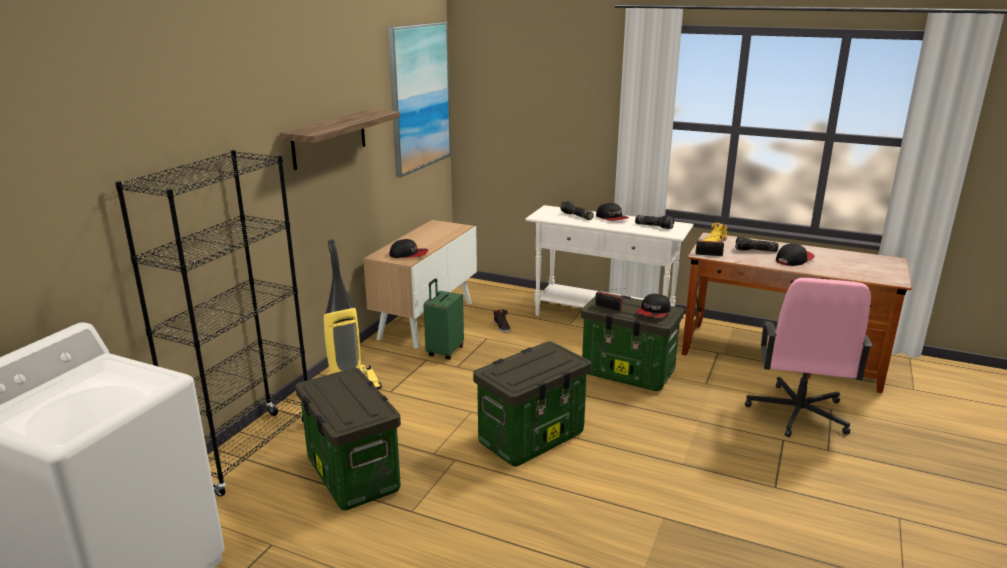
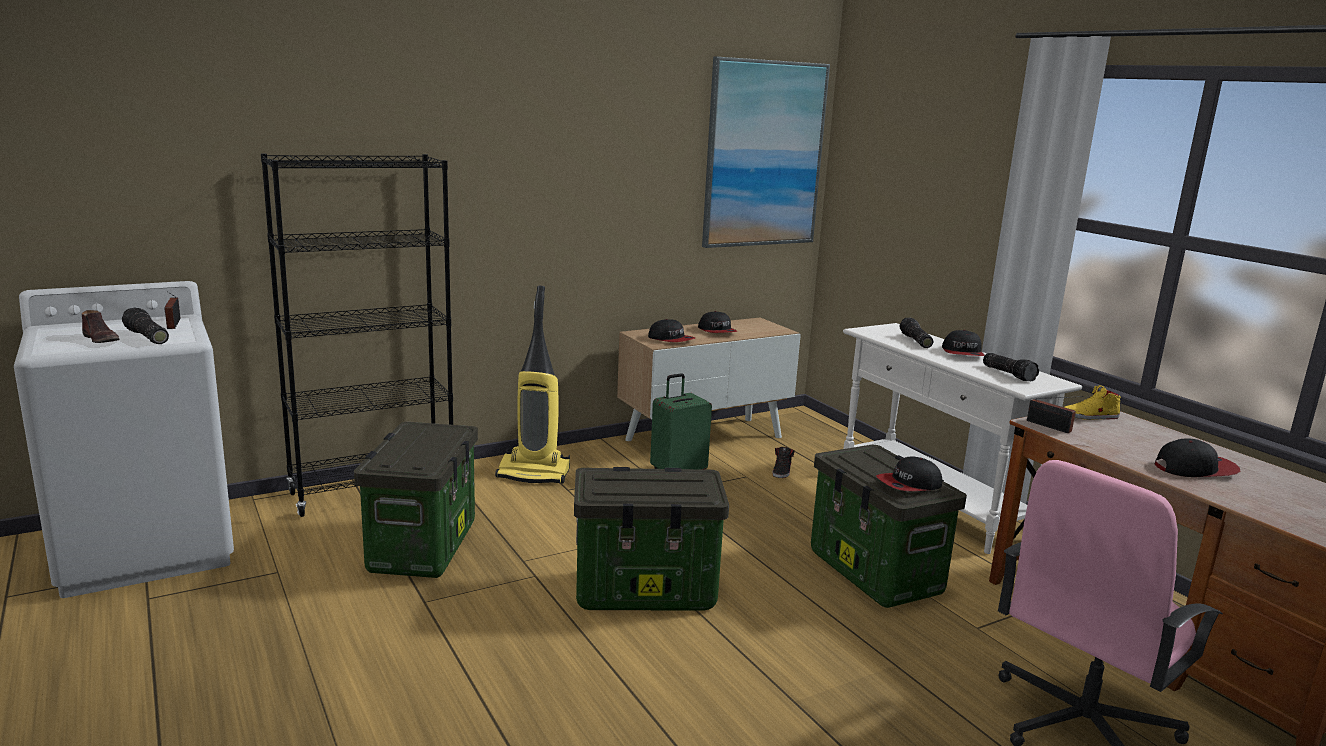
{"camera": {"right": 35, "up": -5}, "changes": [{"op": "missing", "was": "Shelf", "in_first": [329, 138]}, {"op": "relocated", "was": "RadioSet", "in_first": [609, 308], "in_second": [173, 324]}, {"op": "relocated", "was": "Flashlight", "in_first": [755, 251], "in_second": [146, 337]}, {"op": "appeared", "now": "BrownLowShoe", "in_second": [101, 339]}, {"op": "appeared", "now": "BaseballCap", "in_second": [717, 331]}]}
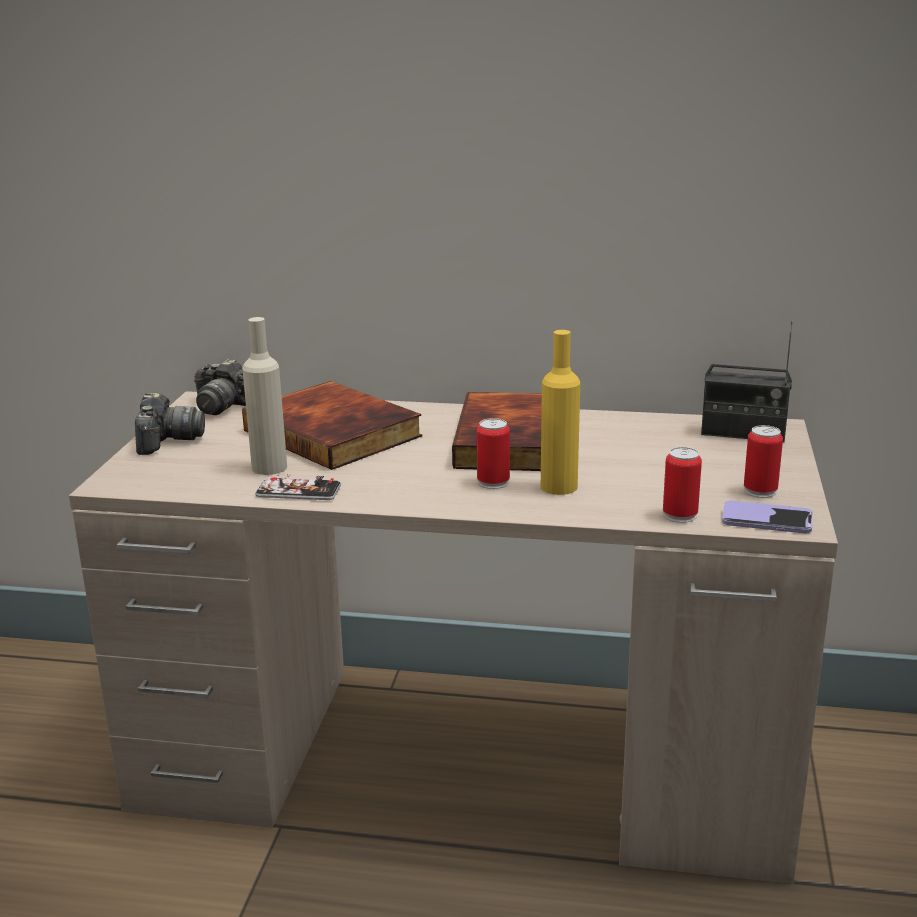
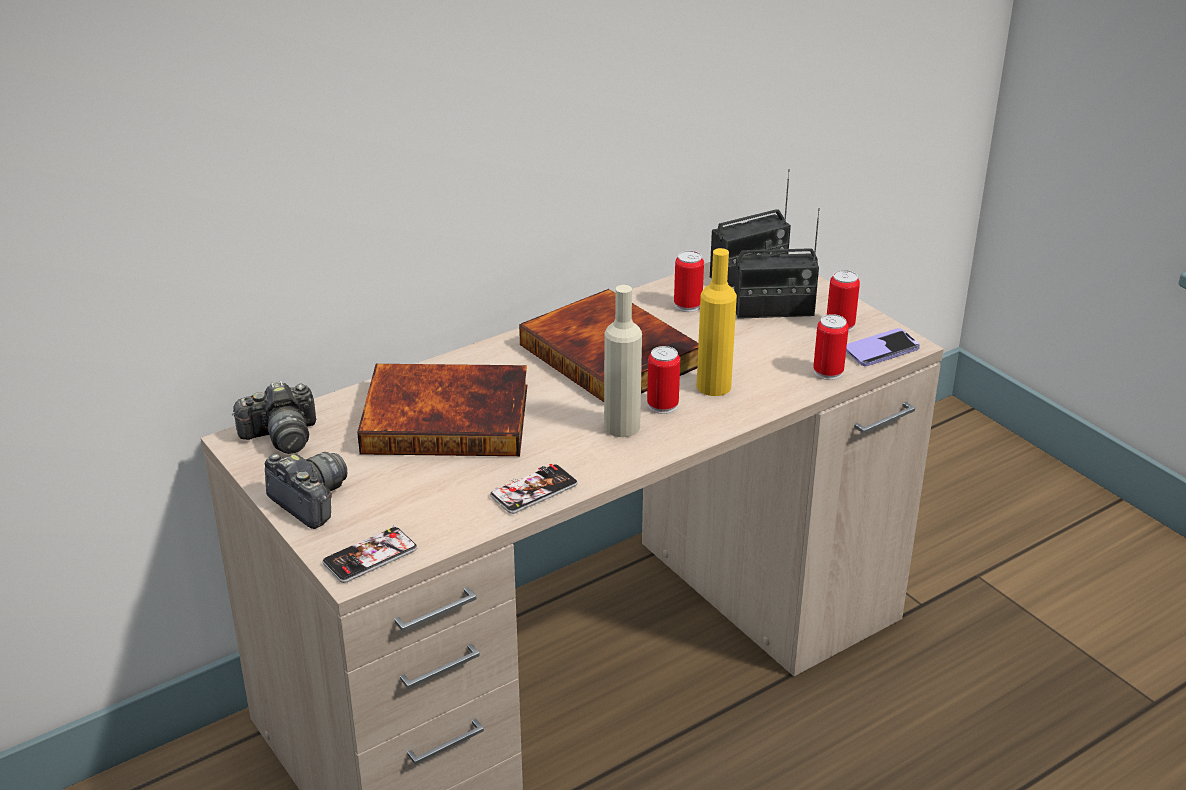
{"camera": {"right": -45, "up": 10}, "changes": [{"op": "relocated", "was": "BeigeColouredBottle", "in_first": [269, 467], "in_second": [622, 426]}, {"op": "appeared", "now": "Telephone", "in_second": [370, 556]}, {"op": "appeared", "now": "Can", "in_second": [687, 305]}, {"op": "appeared", "now": "RadioSet", "in_second": [773, 310]}]}
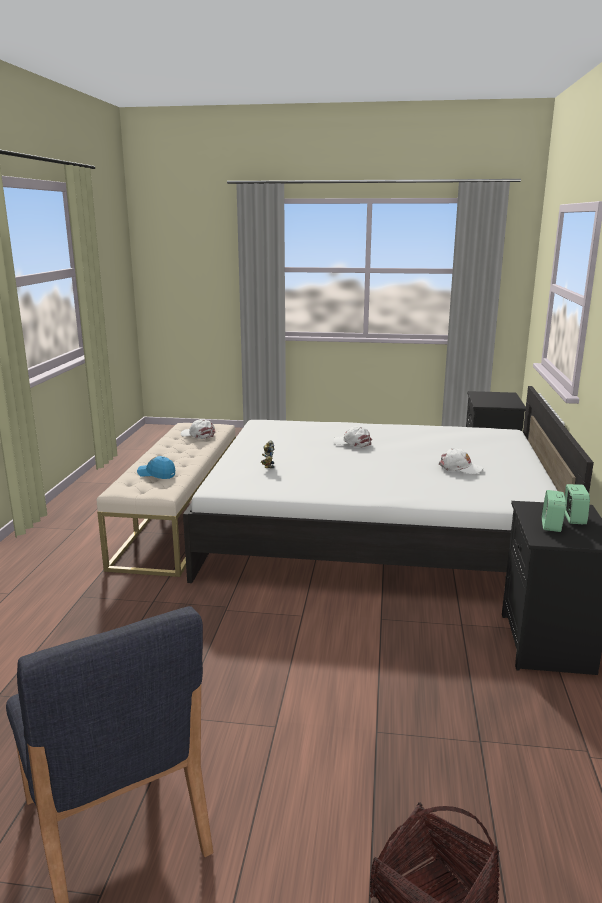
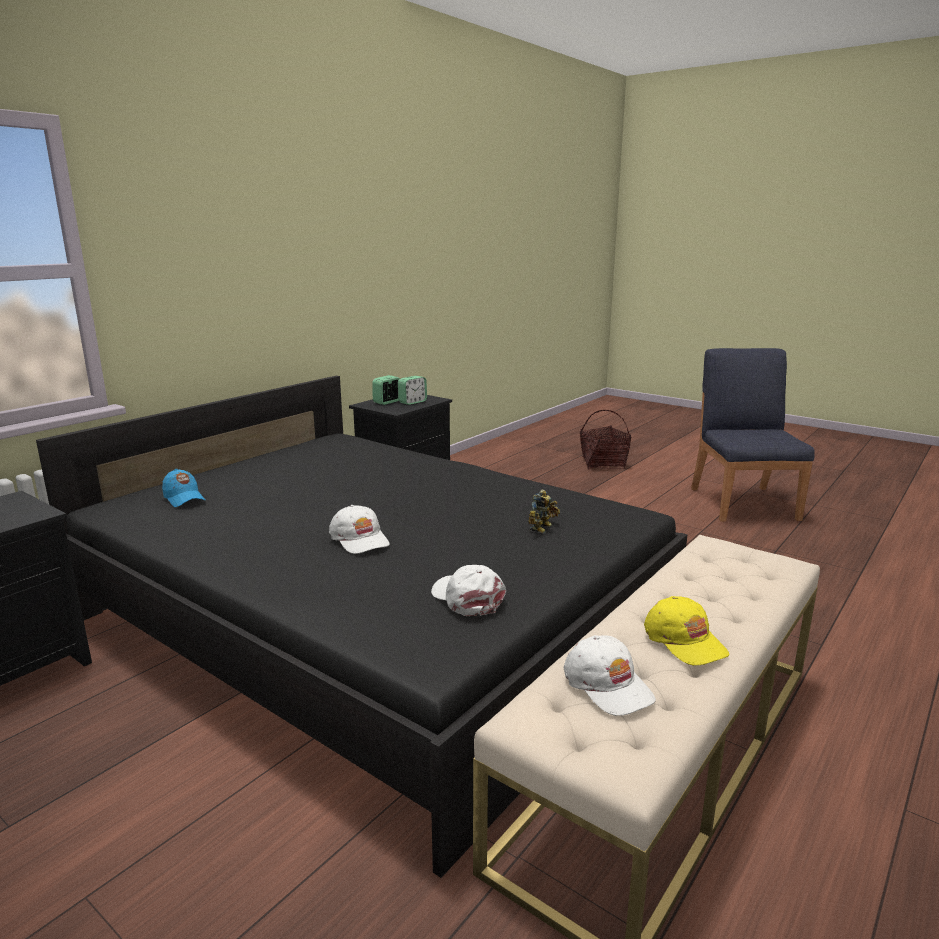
{"camera": {"right": -150, "up": 0}, "changes": [{"op": "relocated", "was": "BlueColouredBaseballCap", "in_first": [156, 474], "in_second": [184, 498]}, {"op": "colour", "was": "WhitishBedroomBed", "now": "BlackColouredBedroomBed", "in_first": [377, 532], "in_second": [373, 623]}, {"op": "relocated", "was": "WhitishBaseballCap", "in_first": [460, 468], "in_second": [467, 598]}, {"op": "appeared", "now": "YellowishBaseballCap", "in_second": [684, 640]}]}
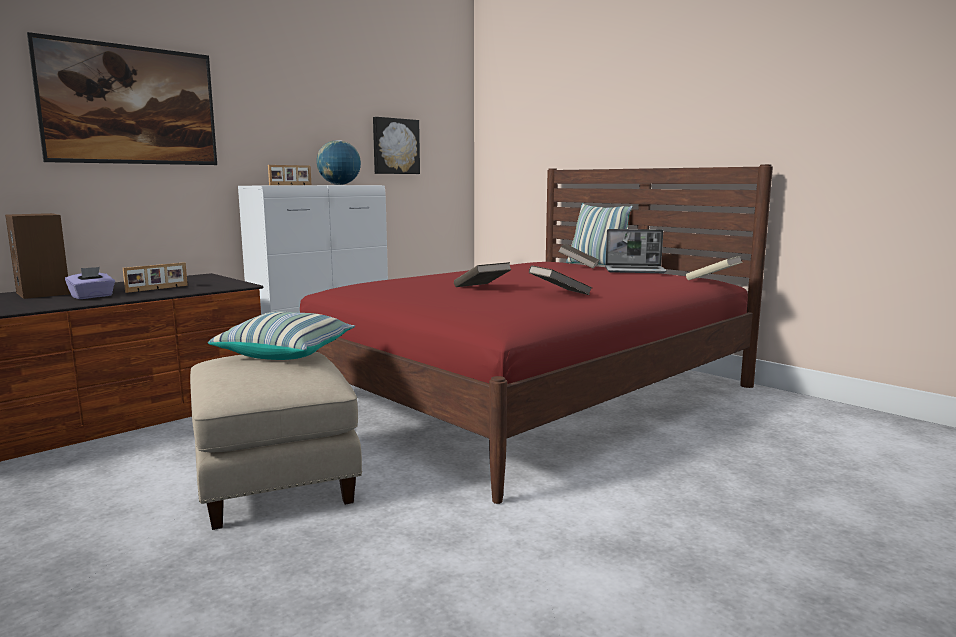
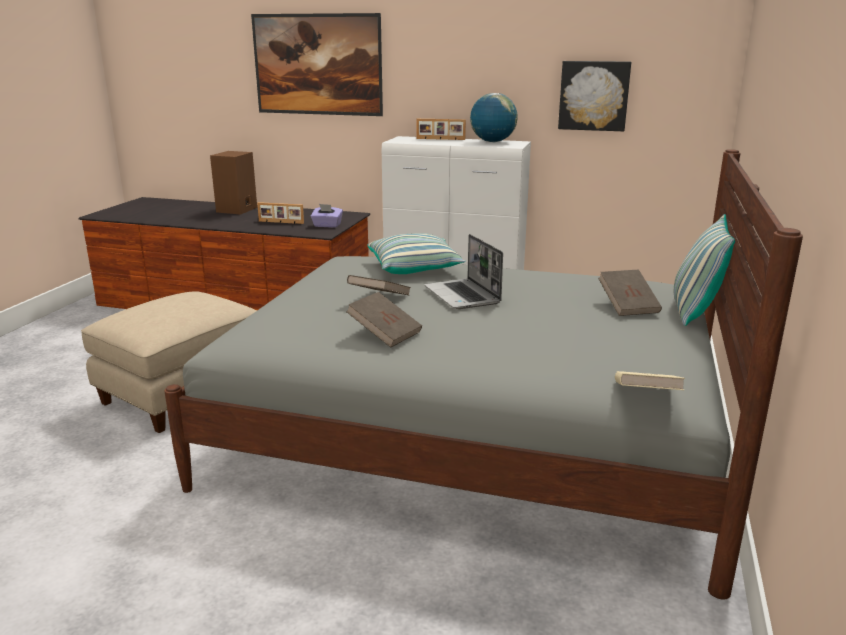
{"camera": {"right": 60, "up": 10}, "changes": [{"op": "relocated", "was": "PurpleTissueHolder", "in_first": [92, 296], "in_second": [327, 225]}, {"op": "relocated", "was": "Pillow", "in_first": [286, 353], "in_second": [415, 268]}, {"op": "colour", "was": "RedColouredBedroomBed", "now": "GreyishBedroomBed", "in_first": [531, 395], "in_second": [470, 436]}, {"op": "relocated", "was": "PortableComputer", "in_first": [635, 271], "in_second": [463, 296]}]}
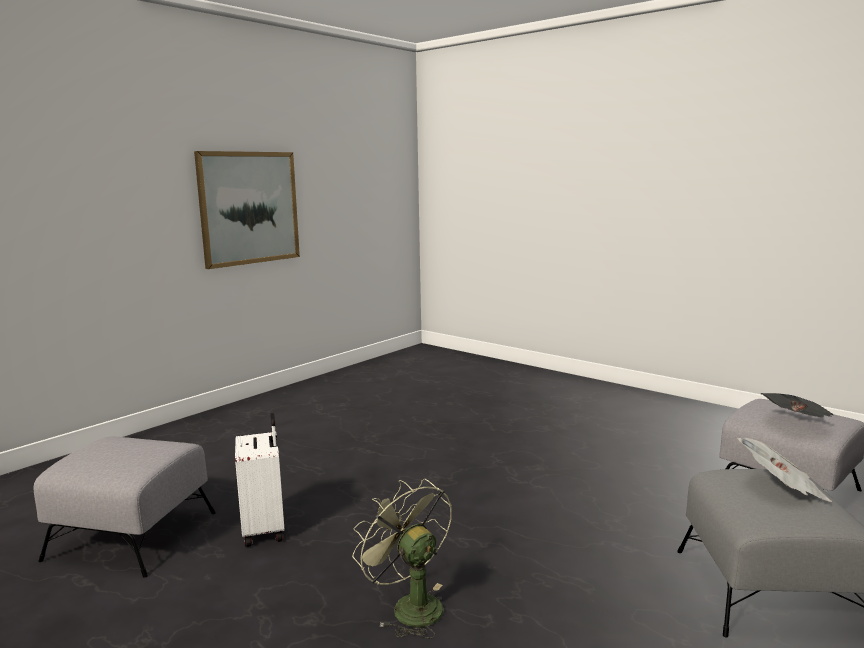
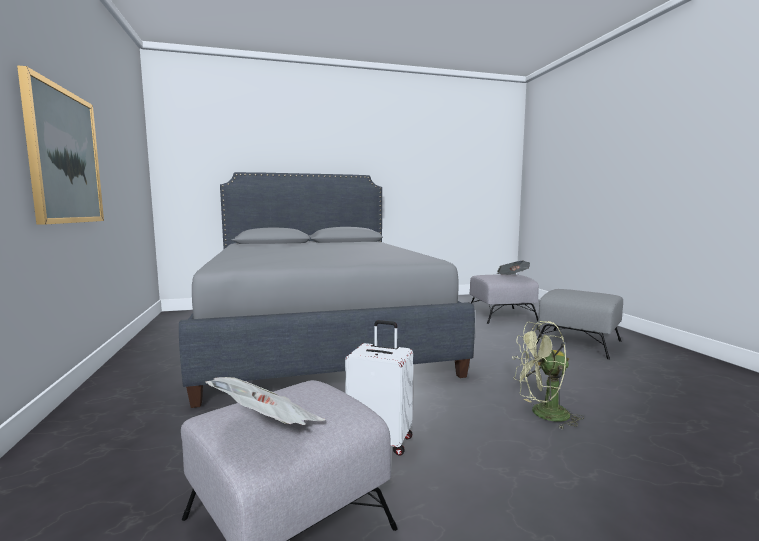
{"camera": {"right": -55, "up": -5}, "changes": [{"op": "relocated", "was": "PrintedPaper", "in_first": [781, 489], "in_second": [269, 428]}, {"op": "appeared", "now": "GreyishBedroomBed", "in_second": [319, 334]}]}
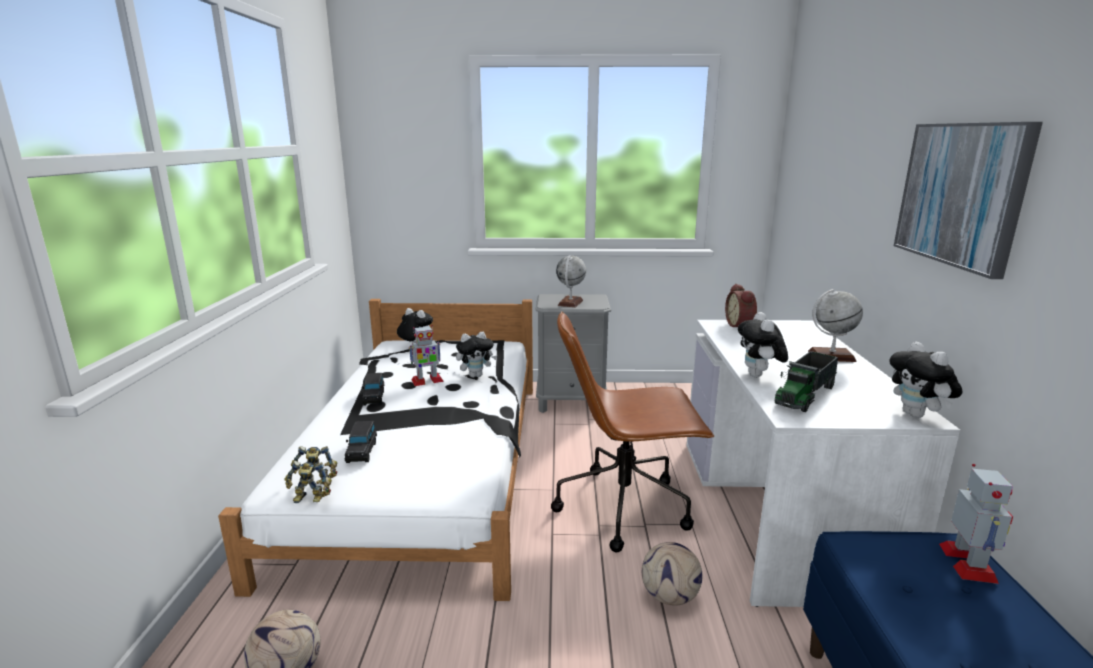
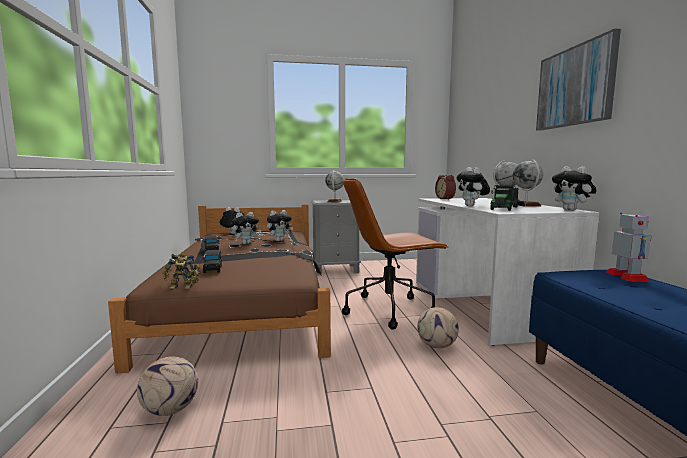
{"camera": {"right": -10, "up": -10}, "changes": [{"op": "colour", "was": "WhitishBedroomBed", "now": "BrownBedroomBed", "in_first": [426, 464], "in_second": [247, 300]}, {"op": "exchanged", "was": "RobotFigure", "now": "PlushToy", "in_first": [427, 381], "in_second": [246, 243]}, {"op": "appeared", "now": "WorldGlobe", "in_second": [525, 205]}]}
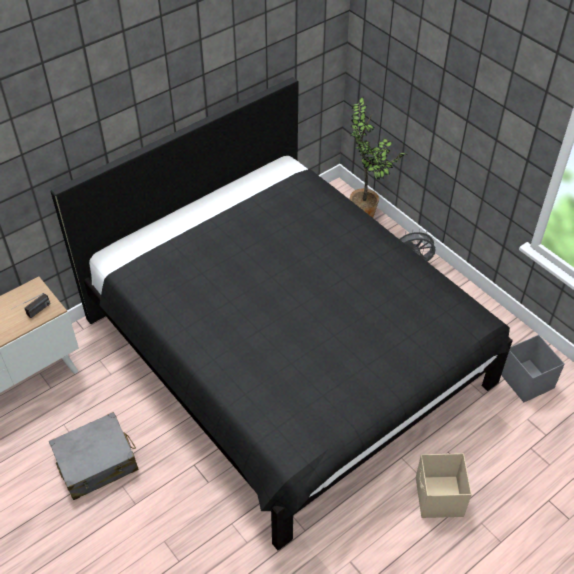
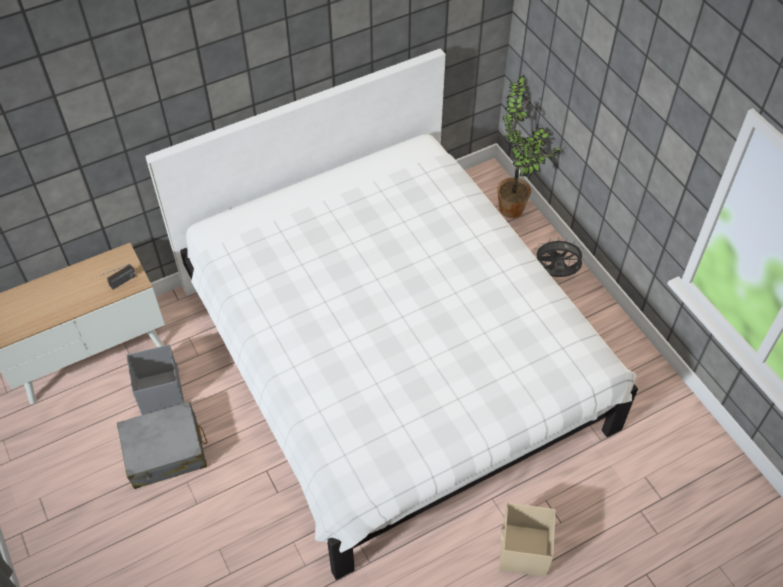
{"camera": {"right": 10, "up": 5}, "changes": [{"op": "colour", "was": "BlackColouredBedroomBed", "now": "WhitishBedroomBed", "in_first": [286, 352], "in_second": [391, 358]}, {"op": "relocated", "was": "GreyishStorageBin", "in_first": [526, 380], "in_second": [160, 392]}]}
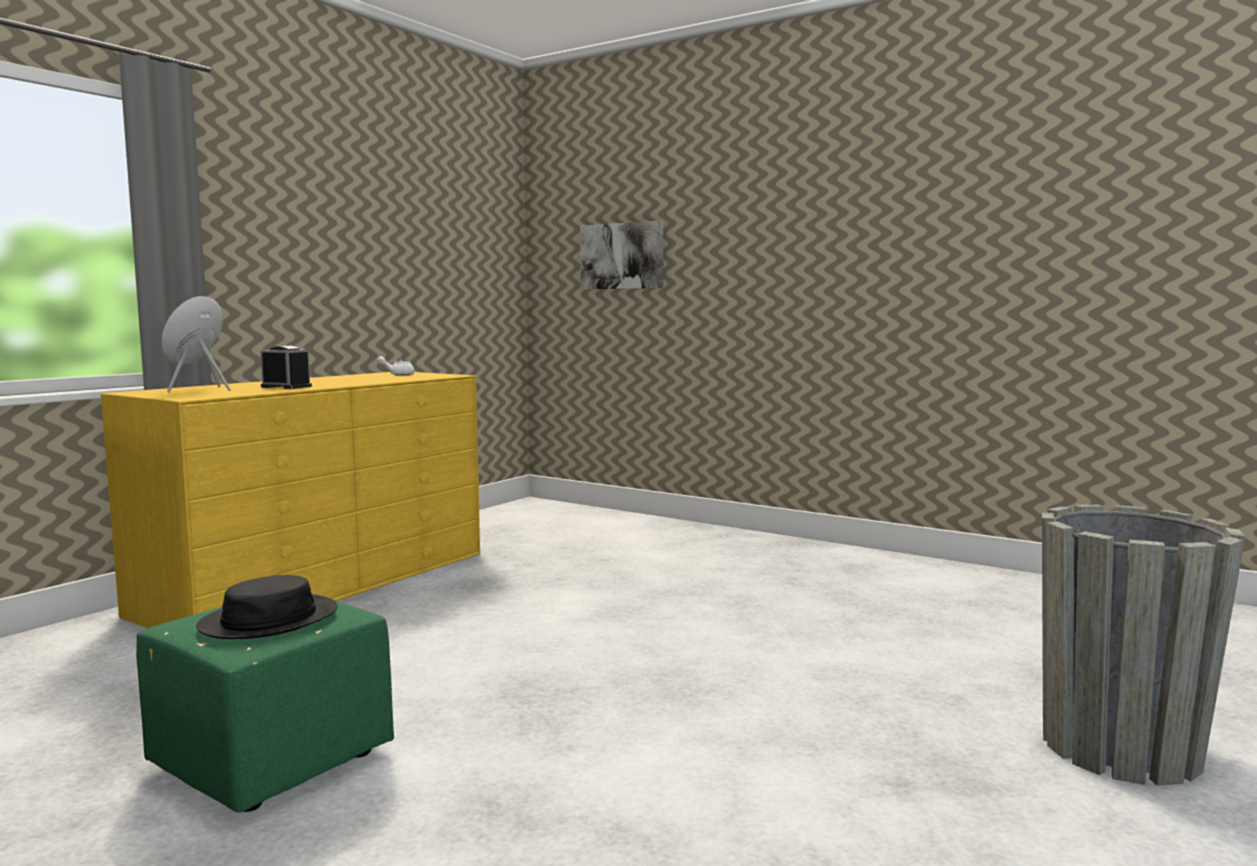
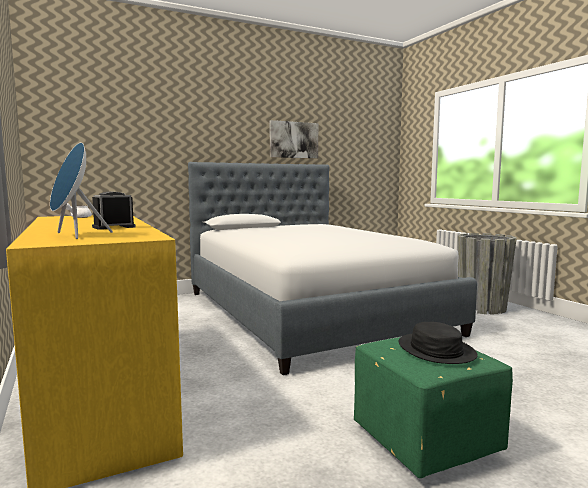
{"camera": {"right": -60, "up": 0}, "changes": [{"op": "relocated", "was": "Picture", "in_first": [622, 256], "in_second": [293, 140]}, {"op": "appeared", "now": "BedroomBed", "in_second": [310, 311]}]}
